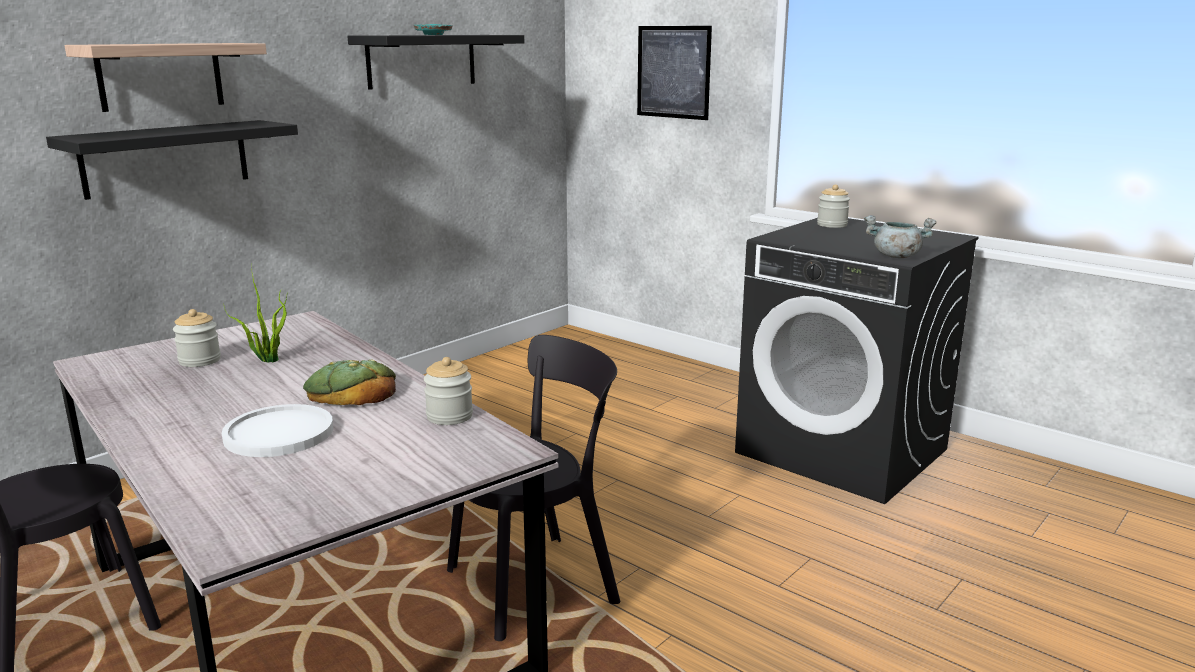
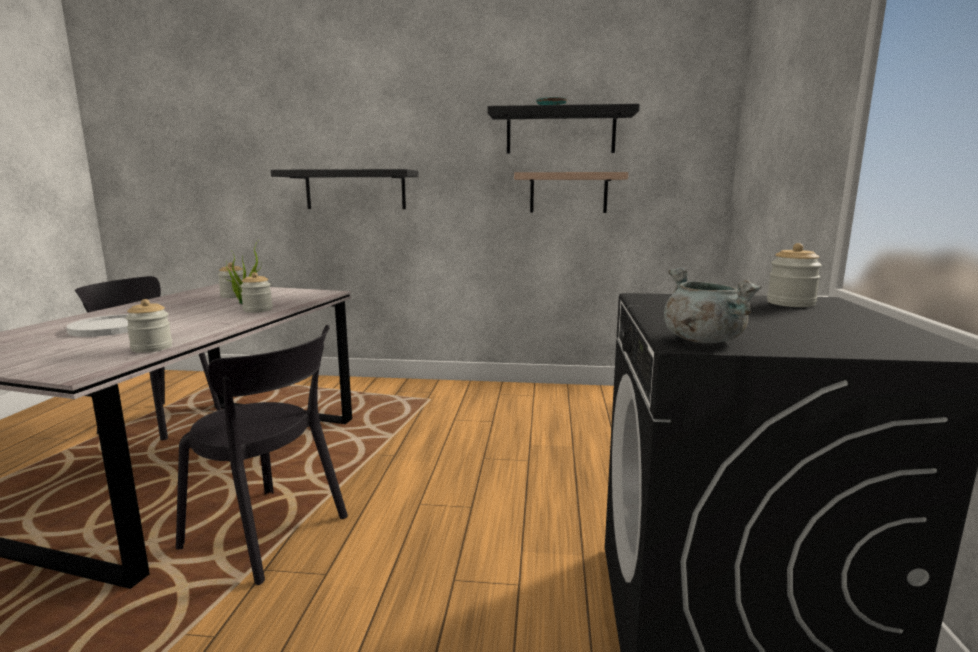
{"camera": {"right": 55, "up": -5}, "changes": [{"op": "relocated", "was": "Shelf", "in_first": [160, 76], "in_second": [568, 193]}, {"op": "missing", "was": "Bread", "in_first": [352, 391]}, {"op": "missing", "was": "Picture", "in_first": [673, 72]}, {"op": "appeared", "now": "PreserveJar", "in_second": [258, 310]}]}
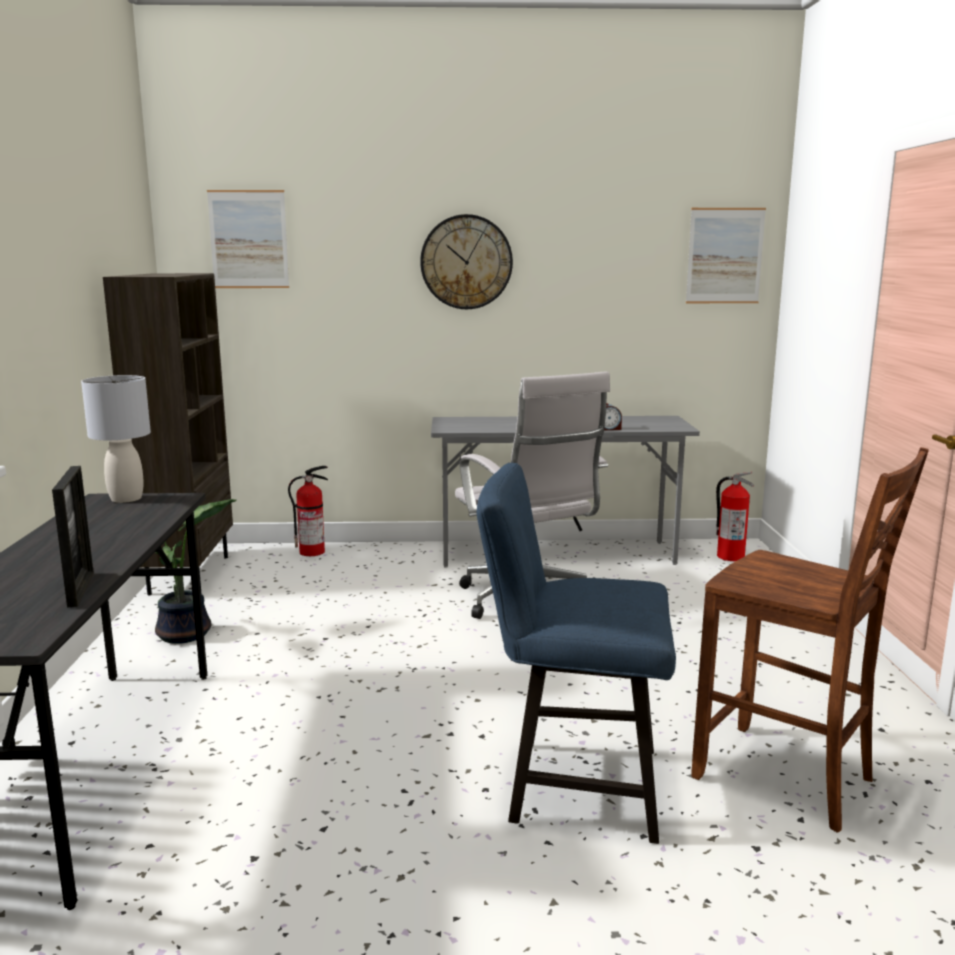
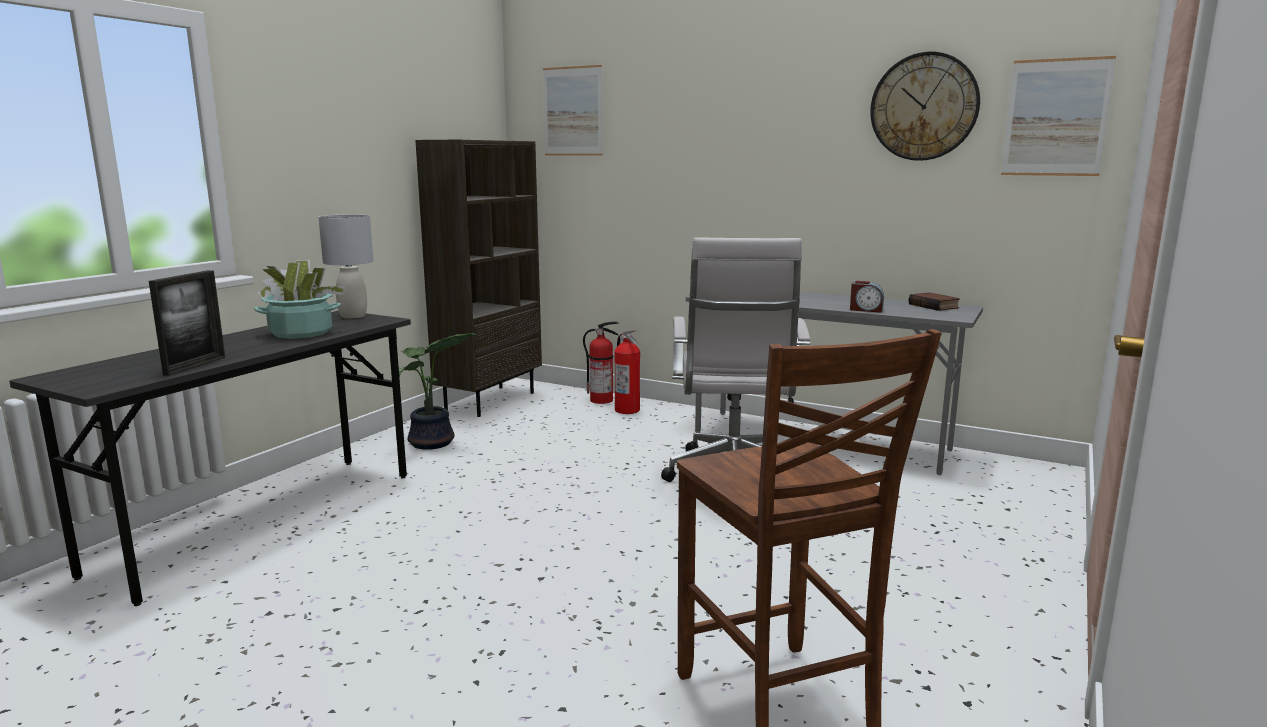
{"camera": {"right": 30, "up": 0}, "changes": [{"op": "relocated", "was": "WallClock", "in_first": [466, 262], "in_second": [924, 107]}, {"op": "missing", "was": "BlueColouredChair", "in_first": [571, 785]}, {"op": "relocated", "was": "Extinguisher", "in_first": [730, 556], "in_second": [627, 410]}, {"op": "appeared", "now": "Houseplant", "in_second": [301, 333]}, {"op": "appeared", "now": "Volume", "in_second": [935, 306]}]}
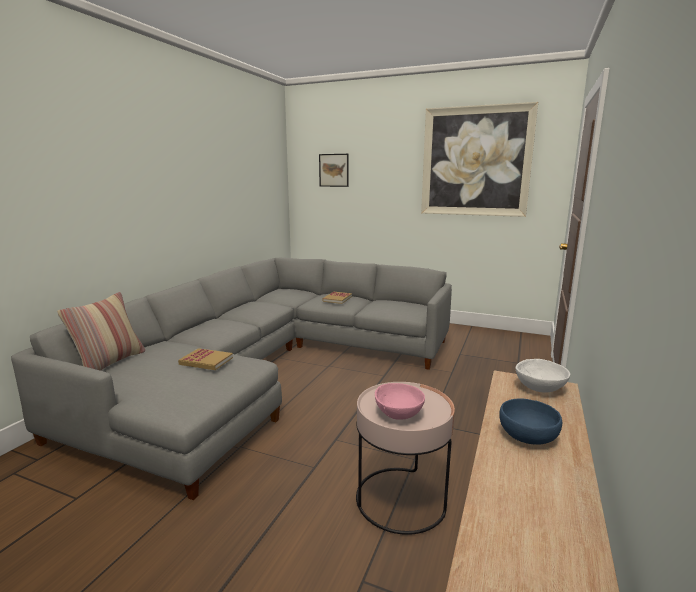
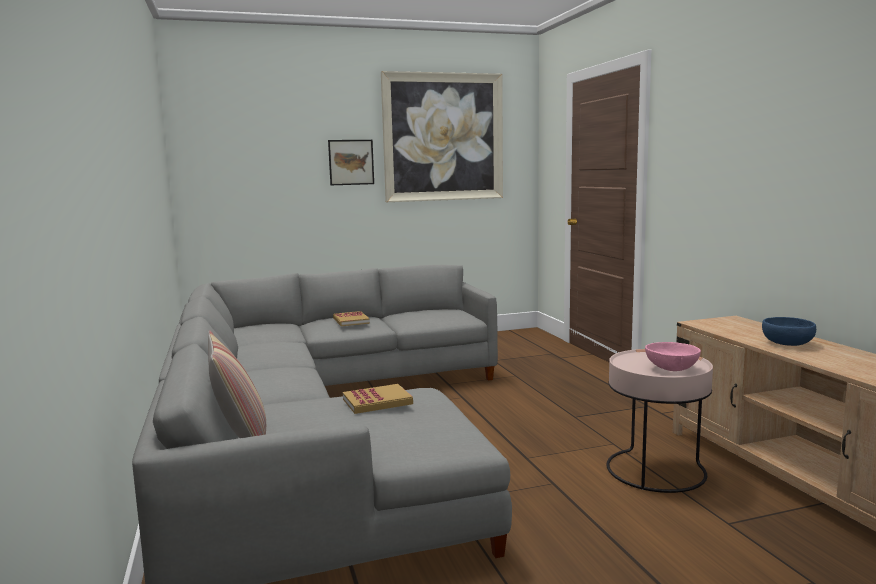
{"camera": {"right": -40, "up": -5}, "changes": [{"op": "relocated", "was": "Picture", "in_first": [334, 170], "in_second": [351, 162]}, {"op": "missing", "was": "WhitishDeepDish", "in_first": [539, 388]}]}
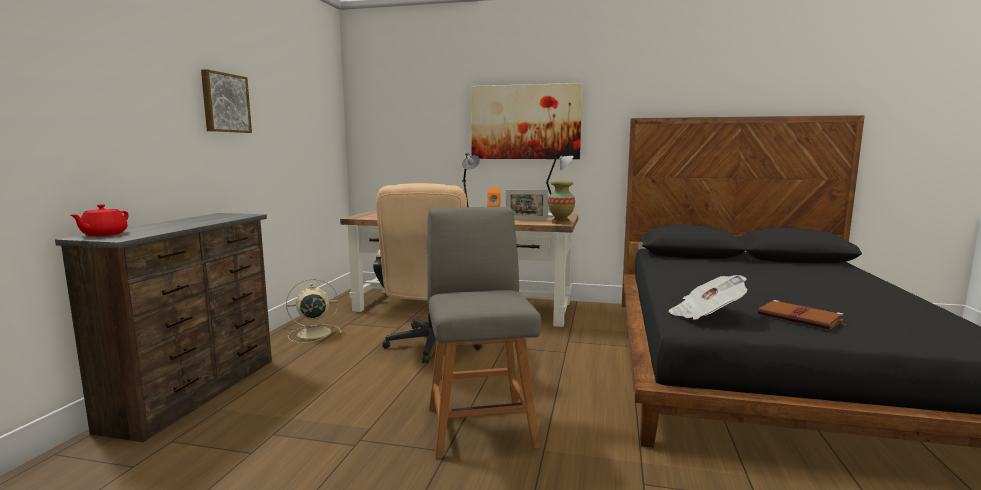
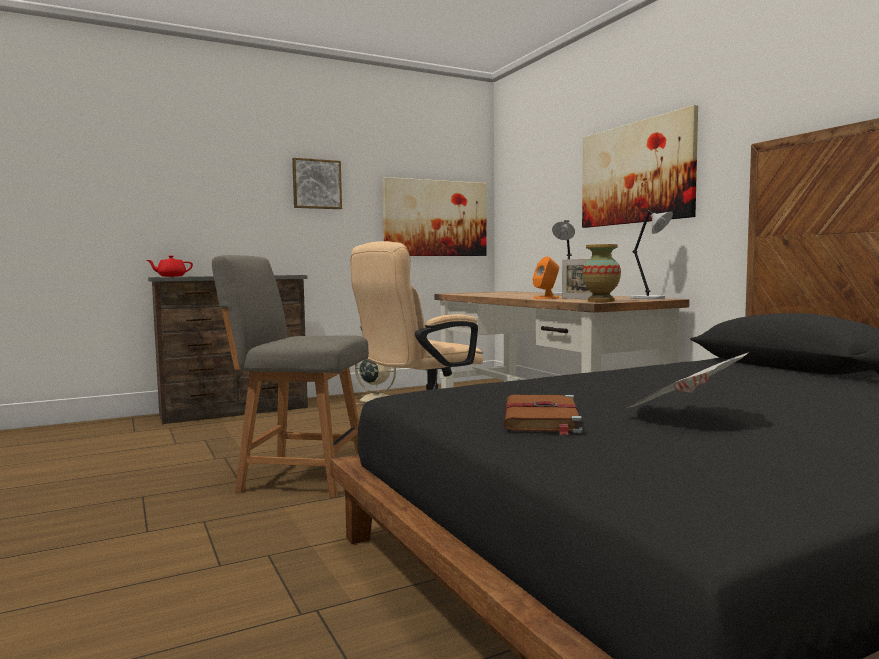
{"camera": {"right": 50, "up": -5}, "changes": [{"op": "spun", "was": "GreyishChair", "in_first": [479, 423], "in_second": [299, 477], "clockwise": -120}, {"op": "relocated", "was": "PrintedPaper", "in_first": [705, 315], "in_second": [682, 414]}, {"op": "appeared", "now": "Picture", "in_second": [435, 218]}]}
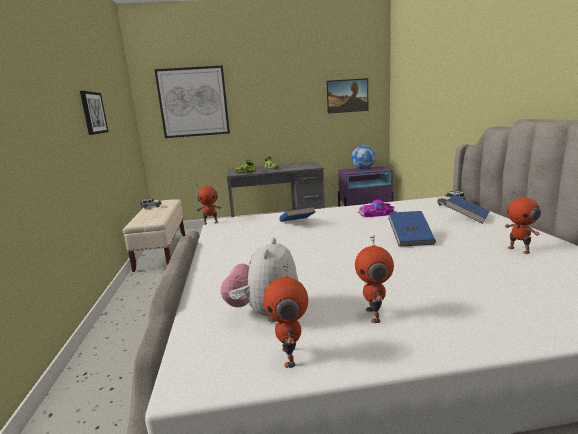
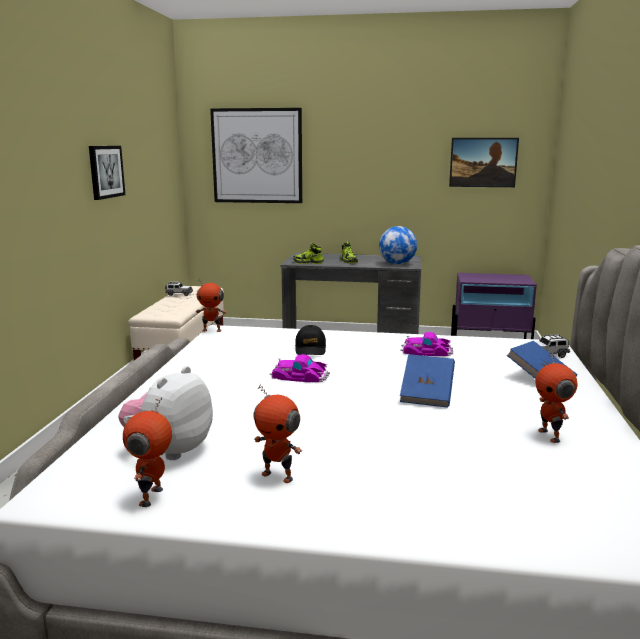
{"camera": {"right": 15, "up": 0}, "changes": [{"op": "exchanged", "was": "BlueColouredVolume", "now": "BlackColouredBaseballCap", "in_first": [297, 224], "in_second": [310, 349]}, {"op": "relocated", "was": "WorldGlobe", "in_first": [363, 169], "in_second": [397, 264]}, {"op": "spun", "was": "RobotFigure", "in_first": [374, 315], "in_second": [278, 476], "clockwise": -75}, {"op": "appeared", "now": "ModelCar", "in_second": [299, 376]}]}
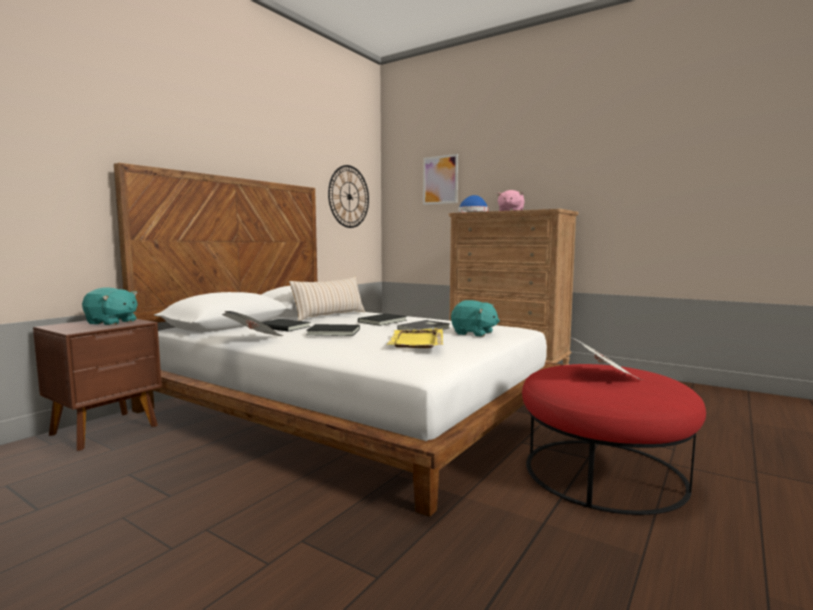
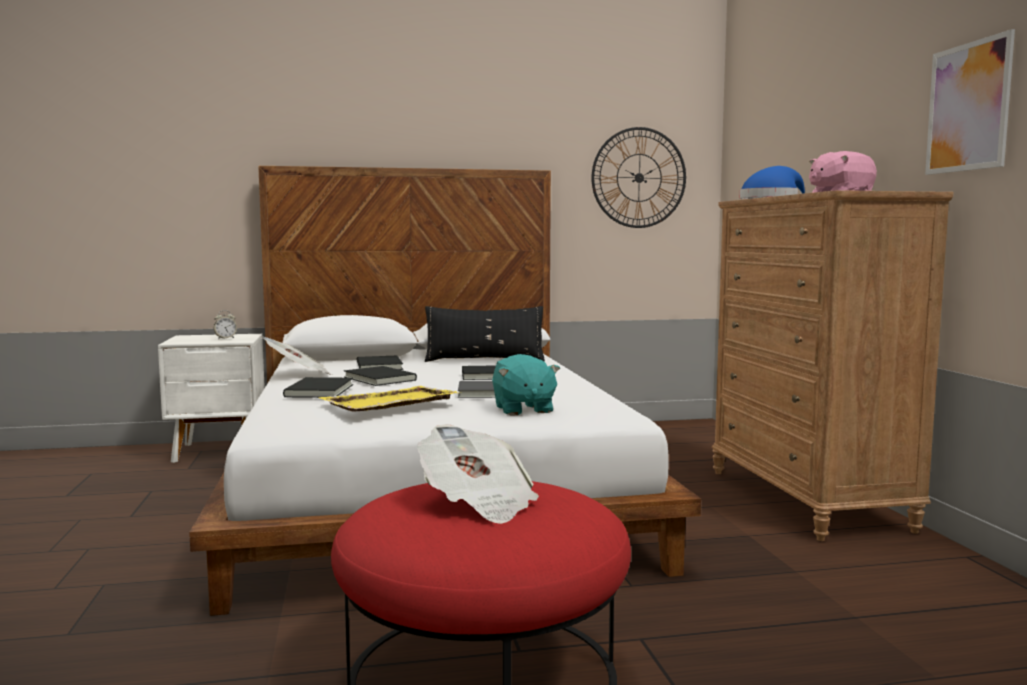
{"camera": {"right": 45, "up": 0}, "changes": [{"op": "colour", "was": "BrownBedsideTable", "now": "WhitishBedsideTable", "in_first": [107, 430], "in_second": [220, 451]}, {"op": "exchanged", "was": "BlueGreenPlushToy", "now": "BedsideClock", "in_first": [112, 322], "in_second": [225, 338]}, {"op": "colour", "was": "BeigeColouredPillow", "now": "BlackColouredPillow", "in_first": [330, 315], "in_second": [484, 360]}, {"op": "relocated", "was": "Picture", "in_first": [440, 180], "in_second": [968, 107]}, {"op": "appeared", "now": "BlackColouredVolume", "in_second": [322, 390]}]}
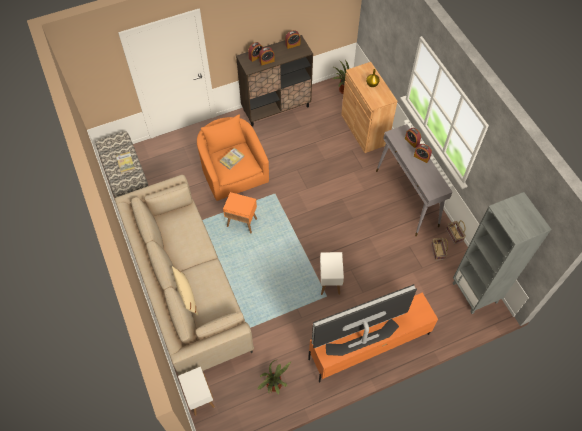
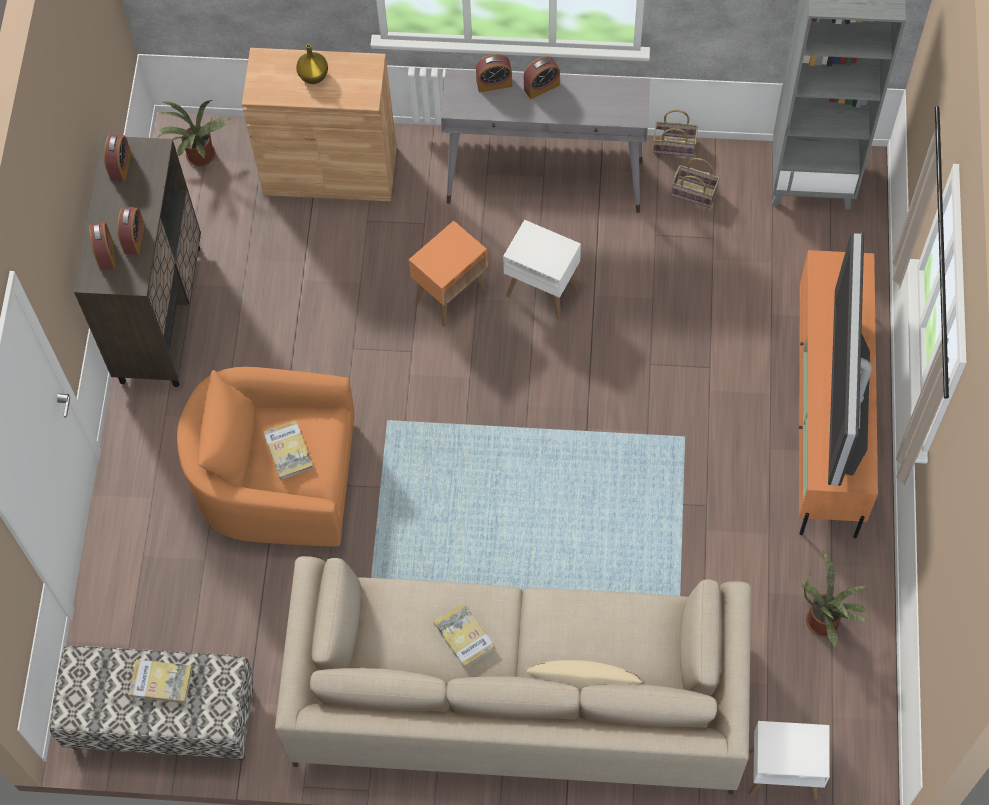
{"camera": {"right": -60, "up": 5}, "changes": [{"op": "relocated", "was": "OrangeColouredAccentTable", "in_first": [242, 222], "in_second": [451, 295]}, {"op": "relocated", "was": "WhitishAccentTable", "in_first": [329, 281], "in_second": [541, 291]}, {"op": "appeared", "now": "Volume", "in_second": [464, 636]}]}
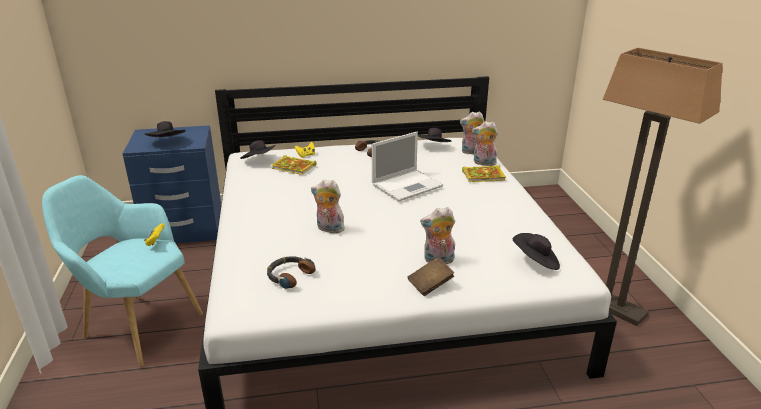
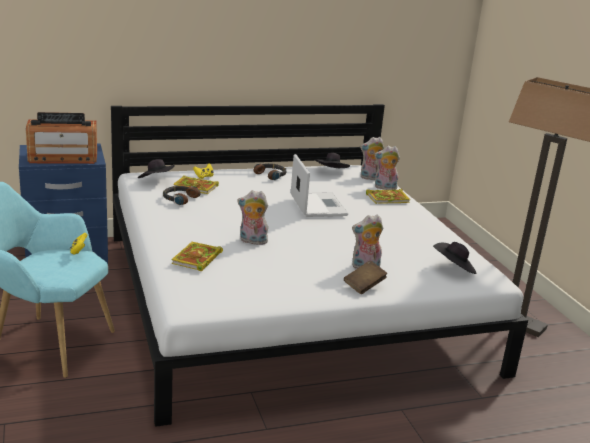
{"camera": {"right": -10, "up": -5}, "changes": [{"op": "exchanged", "was": "BlackColouredHat", "now": "RadioSet", "in_first": [167, 142], "in_second": [63, 158]}, {"op": "relocated", "was": "Headphones", "in_first": [289, 275], "in_second": [179, 198]}, {"op": "spun", "was": "PortableComputer", "in_first": [408, 185], "in_second": [317, 205], "clockwise": -60}, {"op": "appeared", "now": "Volume", "in_second": [197, 259]}]}
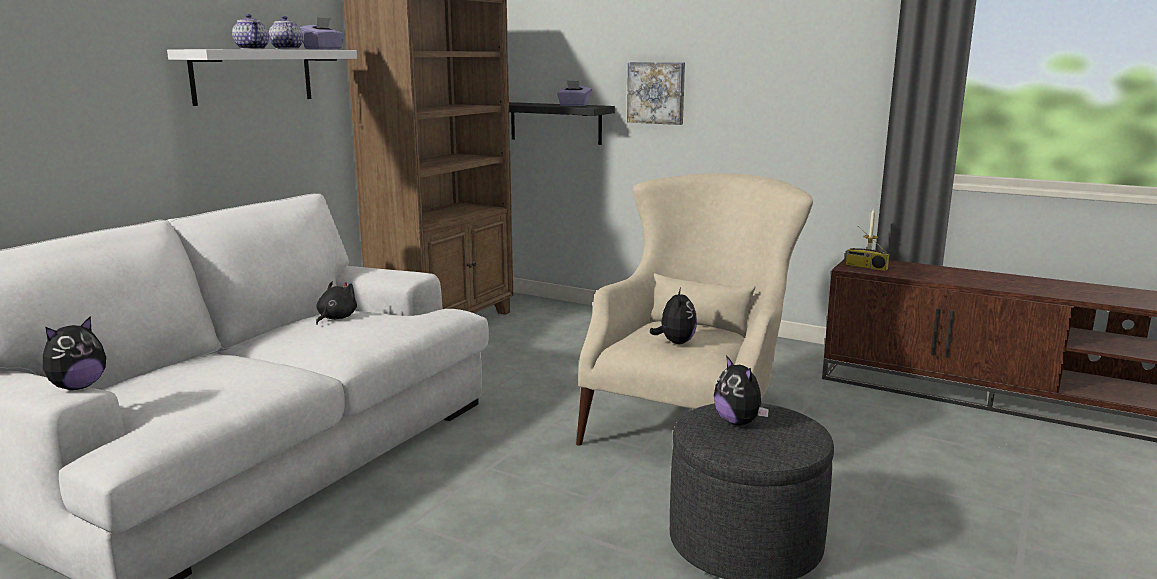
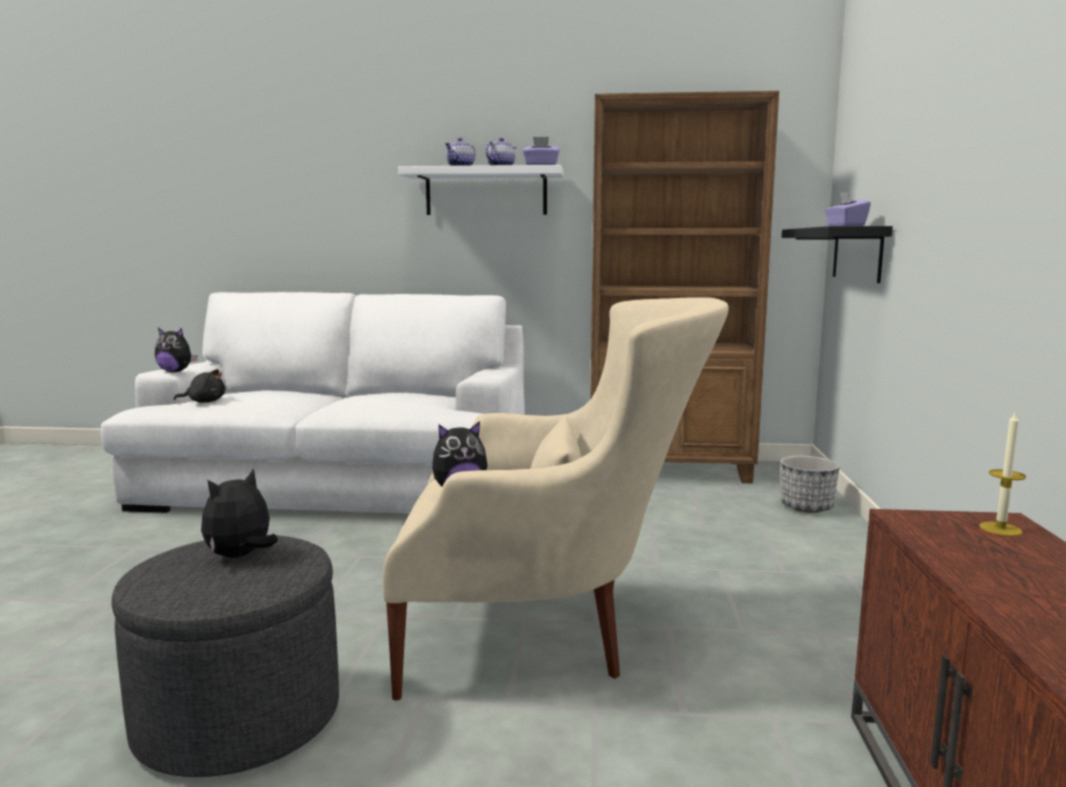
{"camera": {"right": 65, "up": -5}, "changes": [{"op": "relocated", "was": "BlackColouredPlushToy", "in_first": [335, 318], "in_second": [204, 402]}, {"op": "missing", "was": "Picture", "in_first": [656, 93]}, {"op": "missing", "was": "RadioSet", "in_first": [865, 267]}, {"op": "appeared", "now": "Planter", "in_second": [806, 507]}]}
